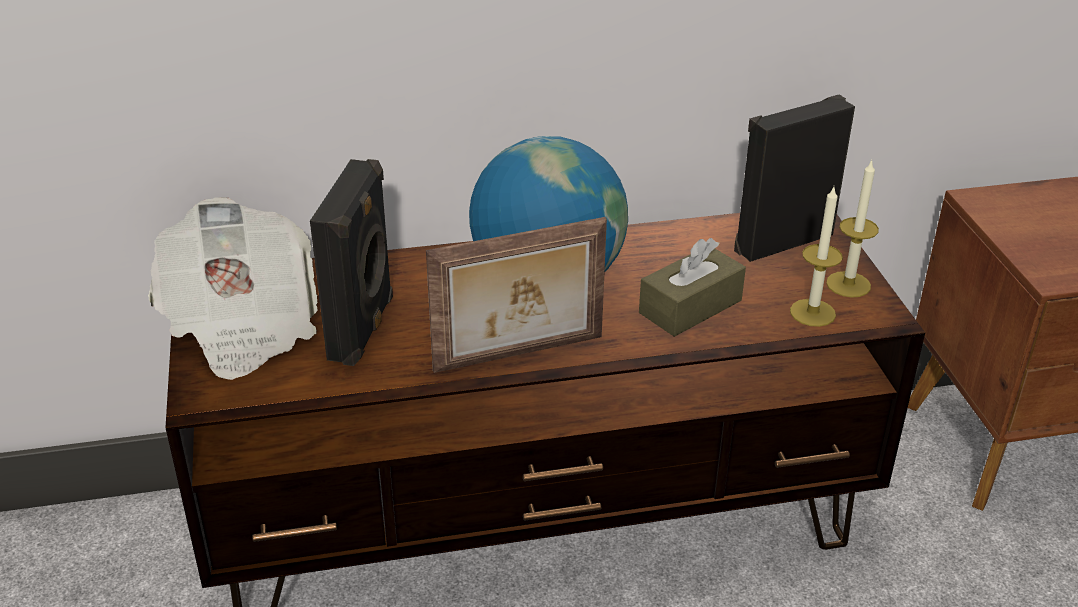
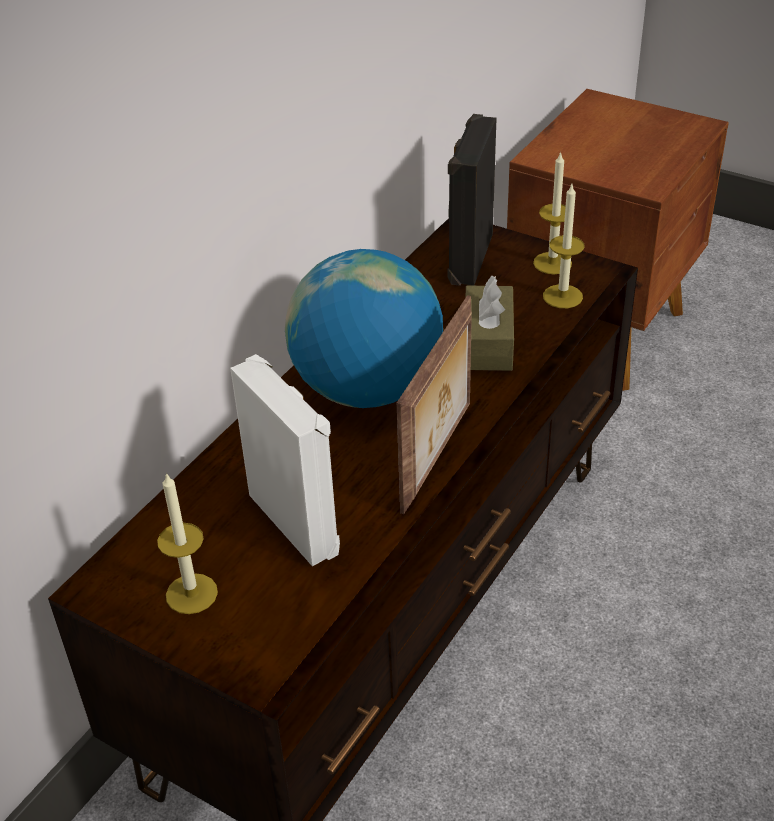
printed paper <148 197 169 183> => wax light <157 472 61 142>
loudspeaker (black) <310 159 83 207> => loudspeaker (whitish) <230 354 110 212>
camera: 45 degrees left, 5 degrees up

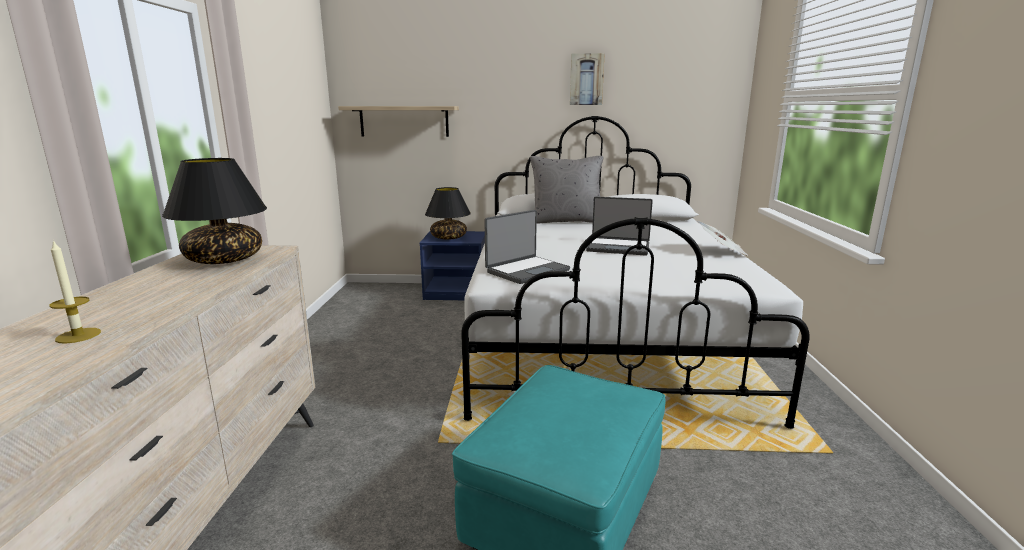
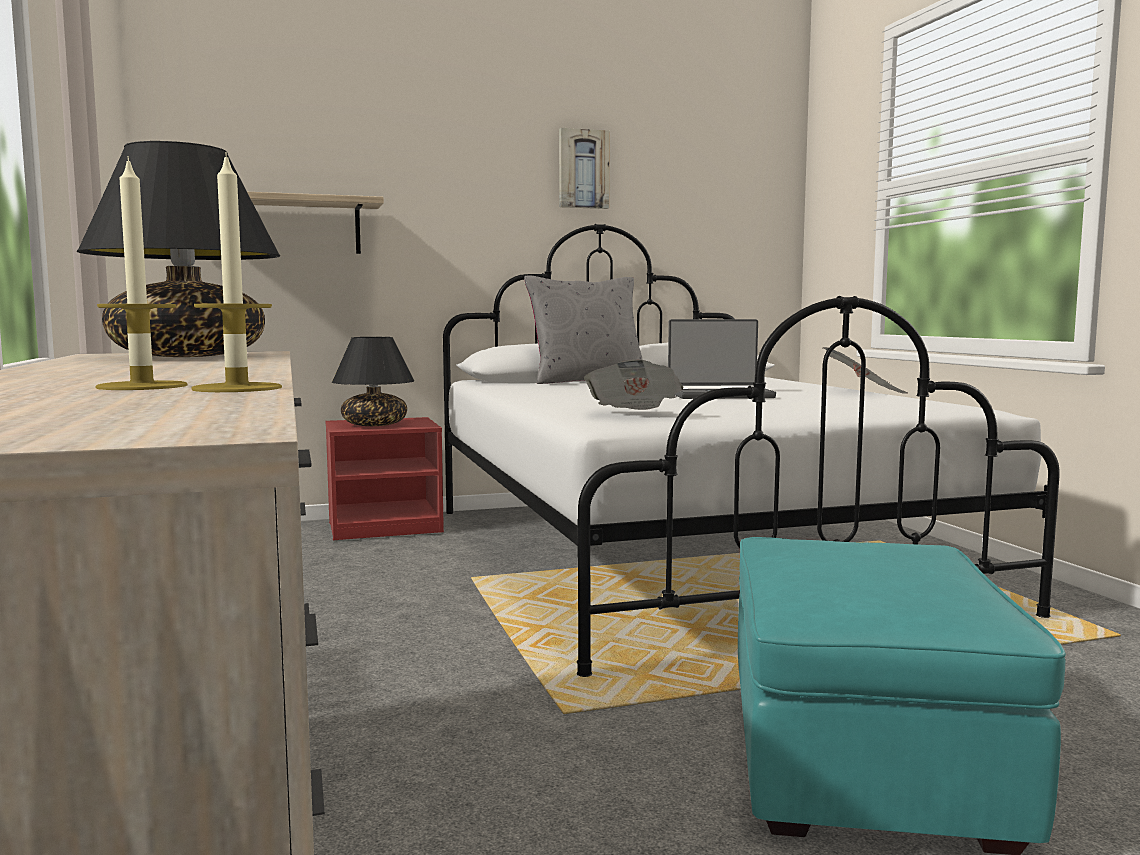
nightstand (bluish) <420 231 65 69> => nightstand (red) <325 417 119 123>
notebook computer <484 210 86 74> => printed paper <584 359 100 51>
nothing => wax light <191 152 91 240>
camera: 20 degrees left, 10 degrees down

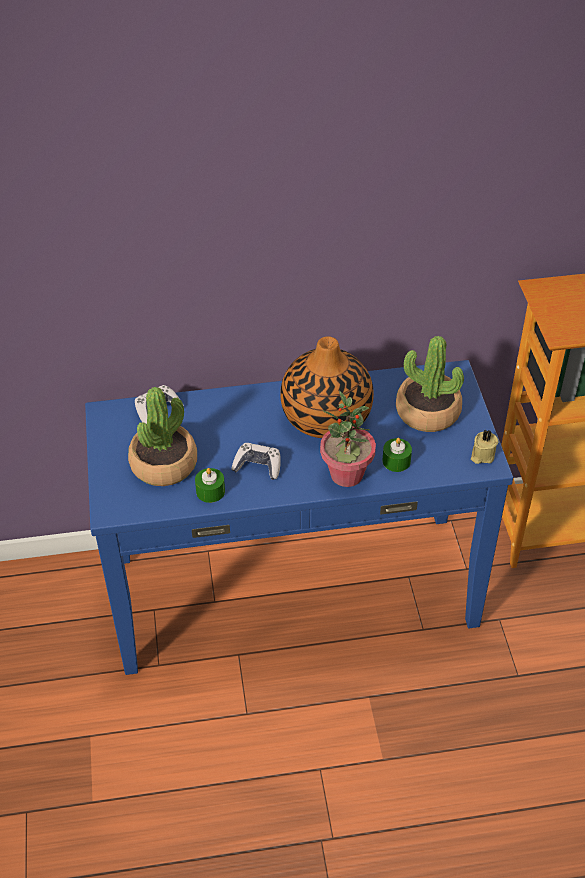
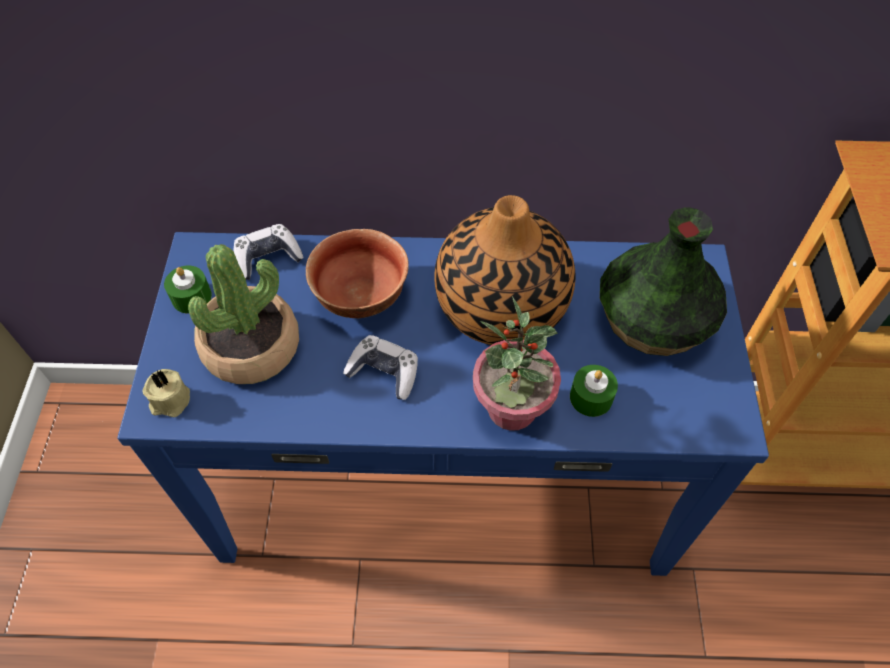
wax light (greenish) <195 468 30 35> => wax light (greenish) <164 266 48 47>, relocated
houseplant <396 336 68 96> => vase <600 207 127 149>
wax light (sand-coloured) <471 430 27 34> => wax light (sand-coloured) <142 369 48 48>, relocated
nothing => bowl <306 229 103 89>
camera: 10 degrees right, 10 degrees up

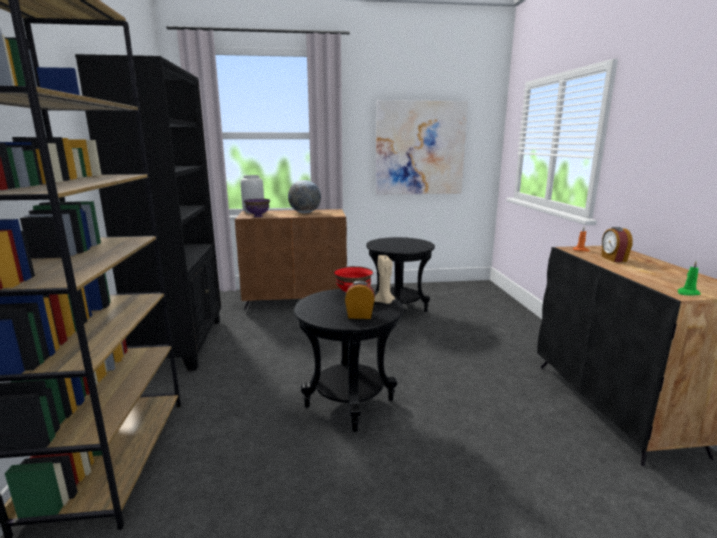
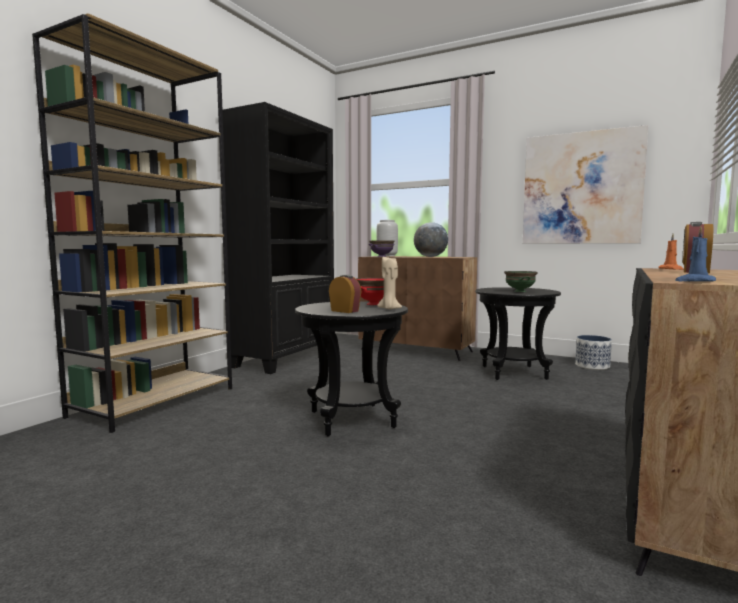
wax light (greenish) <678 261 23 34> => wax light (bluish) <675 226 41 56>
nothing => bowl (greenish) <504 271 34 21>
nothing => planter <575 335 37 35>
camera: 35 degrees right, 10 degrees down

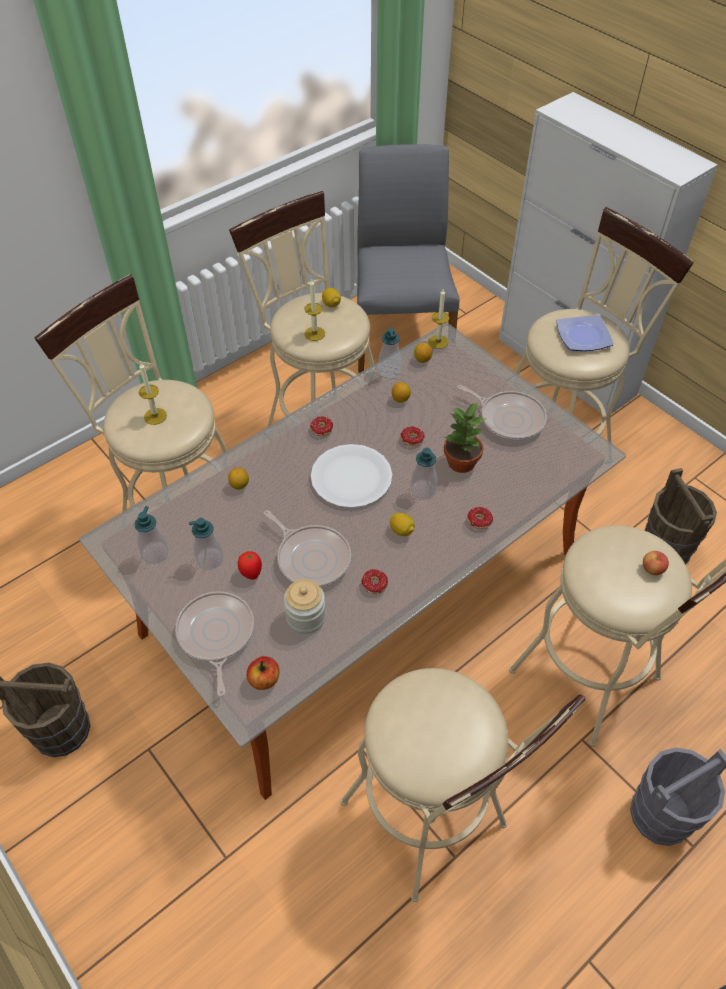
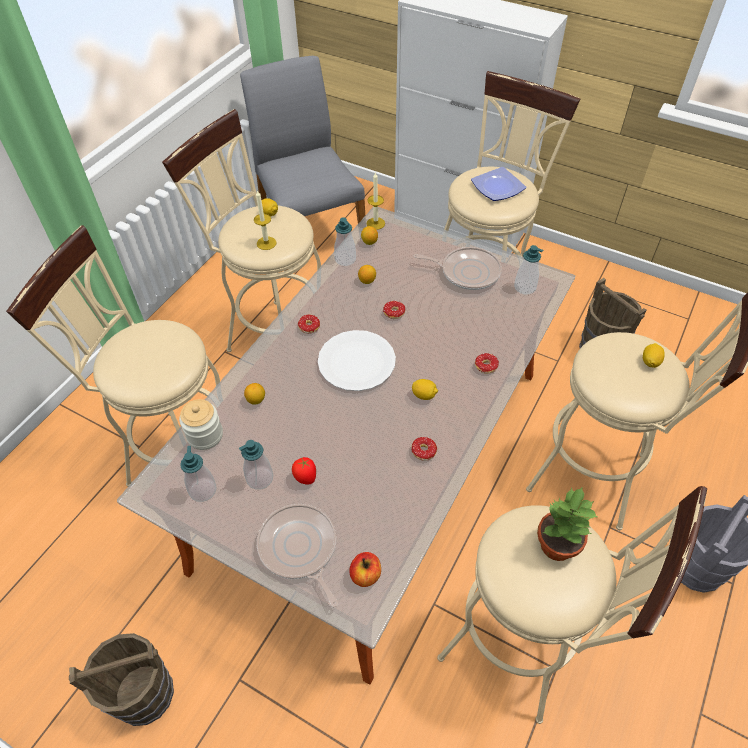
wax light <139 363 28 62> => nothing
frying pan <263 510 88 77> => nothing
preserve jar <284 579 42 55> => preserve jar <179 399 44 51>, relocated
soap dispenser <411 448 26 51> => soap dispenser <514 245 29 50>, relocated
houseplant <444 402 42 71> => houseplant <537 486 60 75>, relocated
whole apple <643 551 26 24> => lemon <643 343 22 25>
camera: 20 degrees left, 0 degrees up

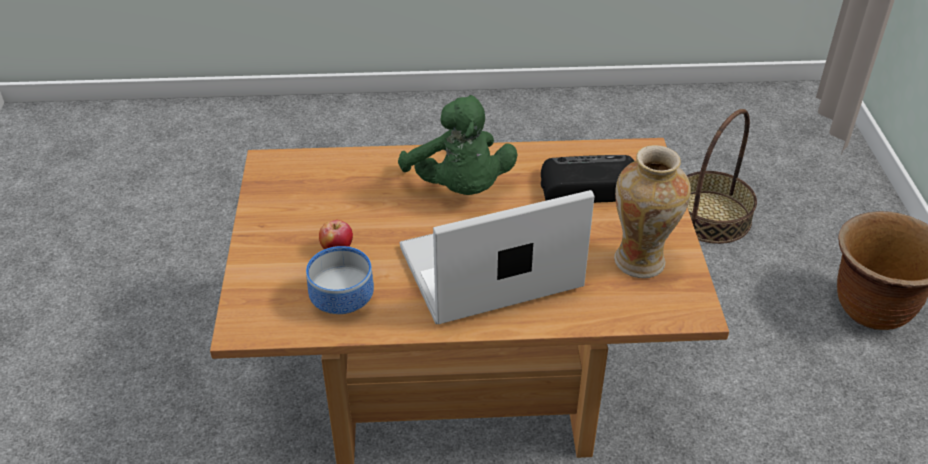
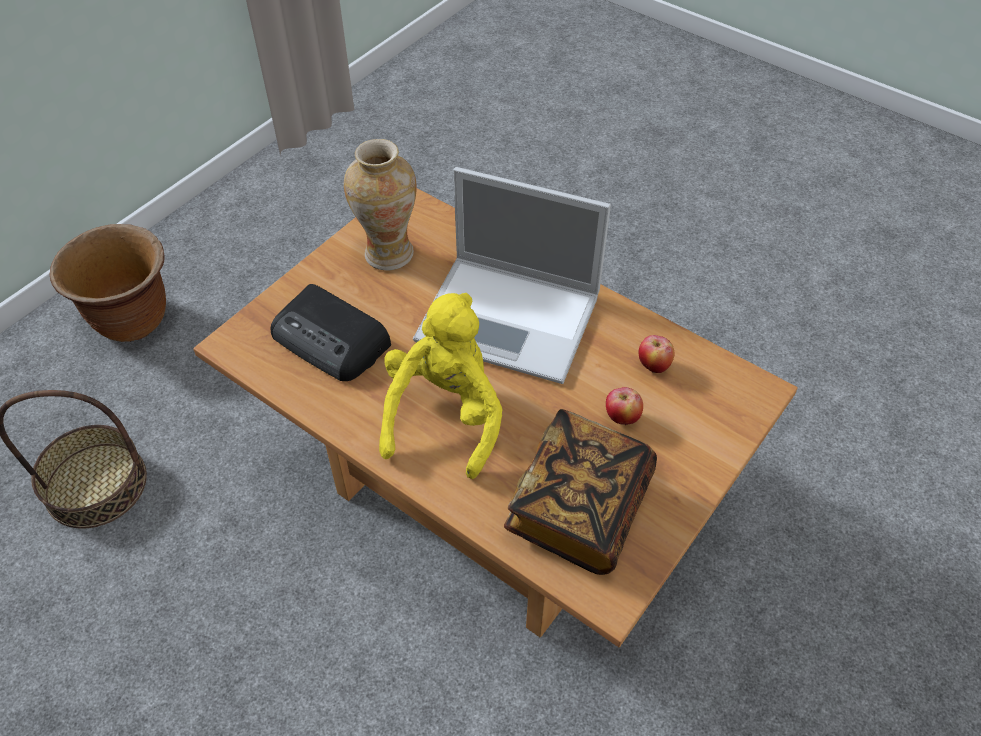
bowl <306 246 68 68> => whole apple <639 335 36 38>
soft toy (greenish) <398 95 120 100> => soft toy (yellowish) <379 293 124 186>
nothing => volume <504 409 153 166>
camera: 140 degrees left, 10 degrees up

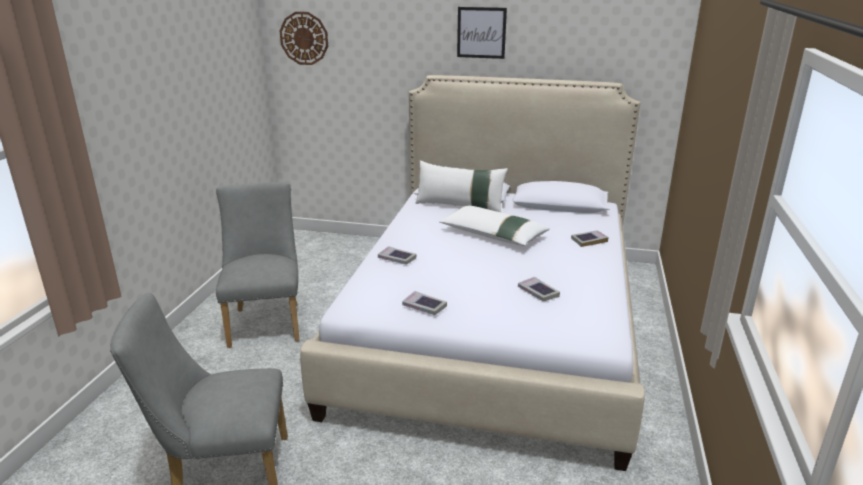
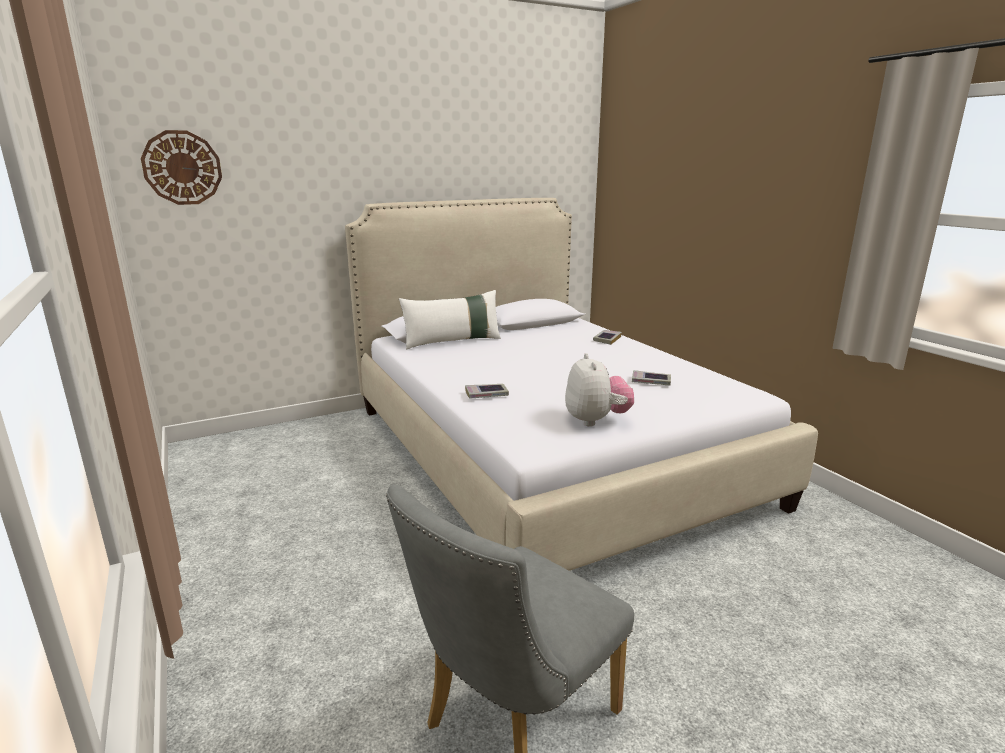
chair (greyish) <216 182 83 166> => nothing
volume <402 291 45 24> => soft toy <565 353 69 74>
cushion (whitish) <439 206 111 40> => nothing
wall art <457 7 50 52> => nothing
camera: 40 degrees left, 5 degrees down

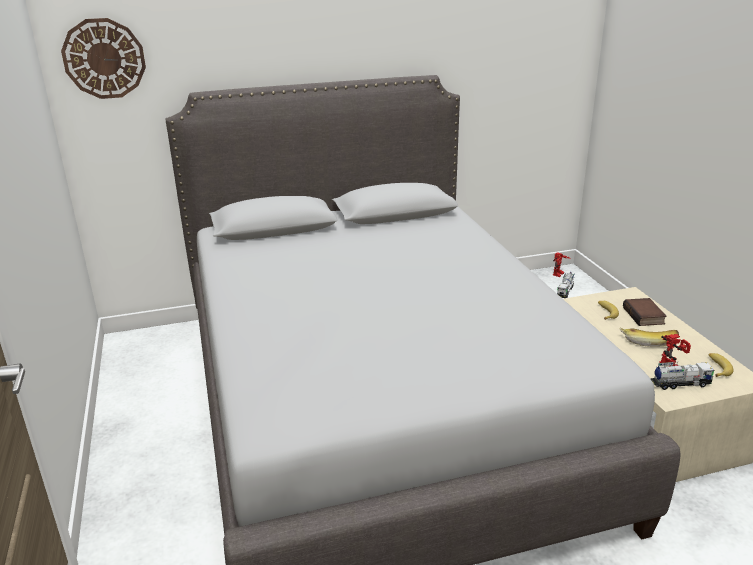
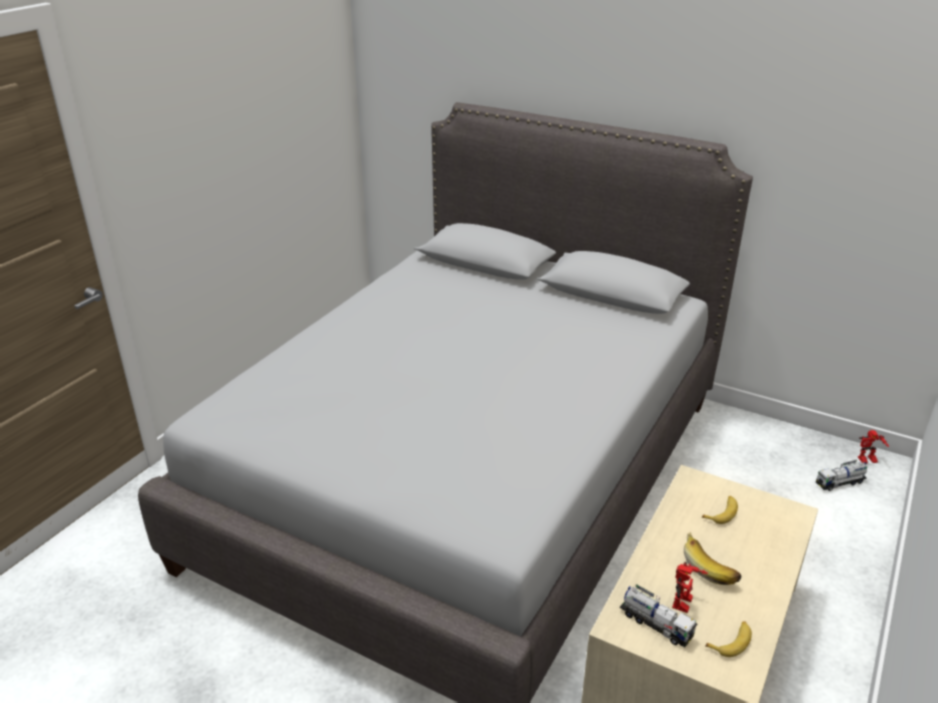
hanging clock <61 18 85 81> => nothing
volume <623 298 44 28> => nothing
camera: 45 degrees right, 5 degrees up

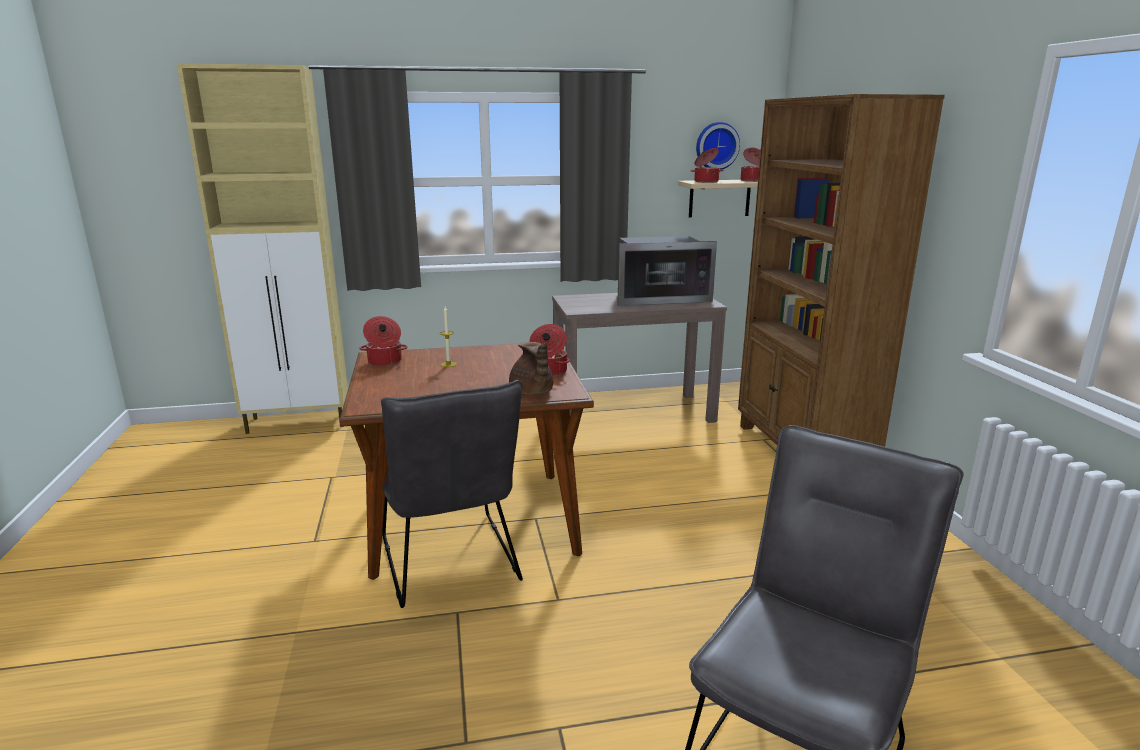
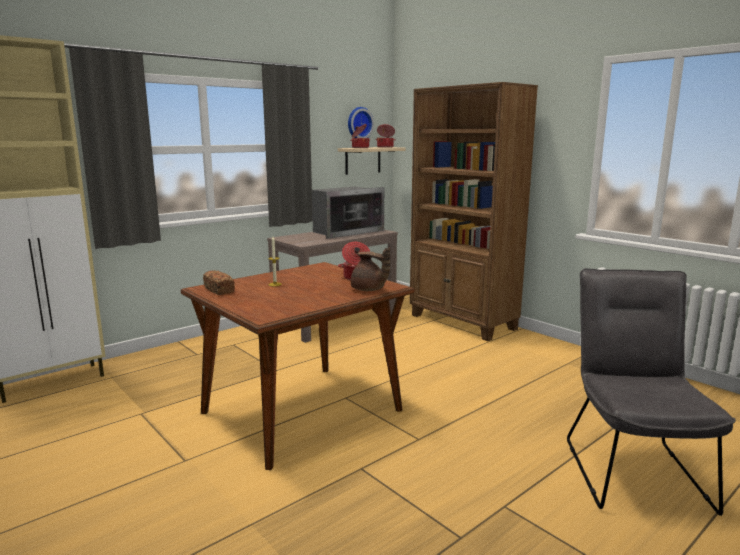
saucepot <359 316 49 50> => baked bread <203 270 32 25>
chair (greyish) <381 380 142 228> => nothing
camera: 30 degrees left, 5 degrees down

